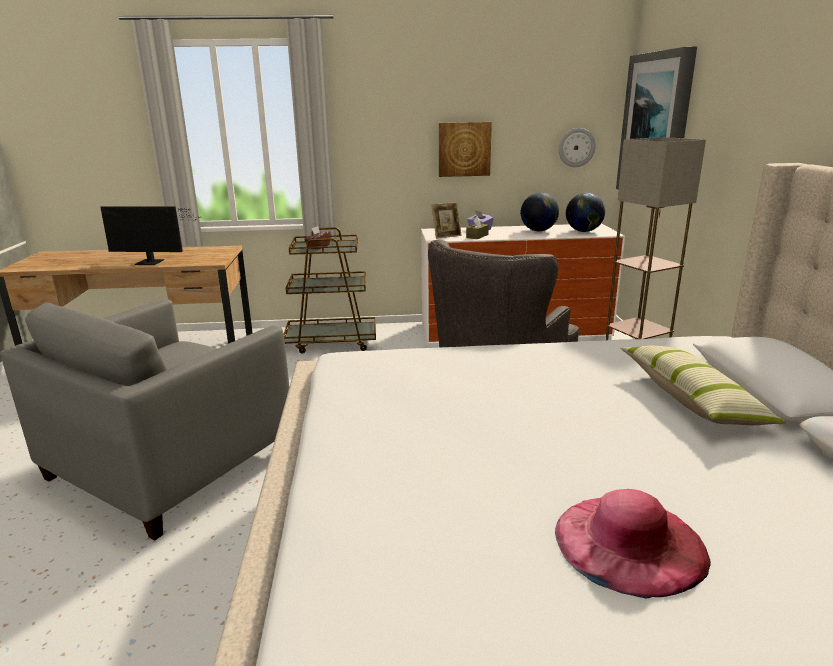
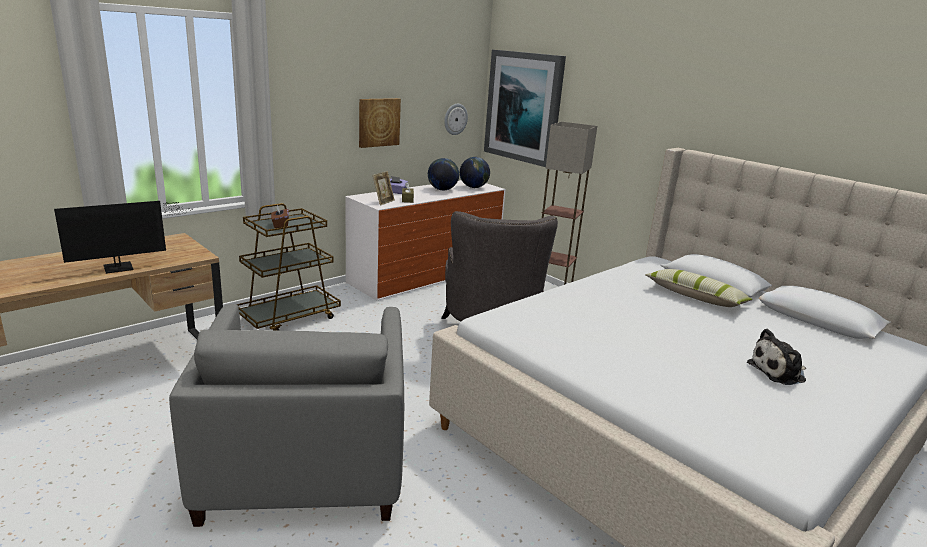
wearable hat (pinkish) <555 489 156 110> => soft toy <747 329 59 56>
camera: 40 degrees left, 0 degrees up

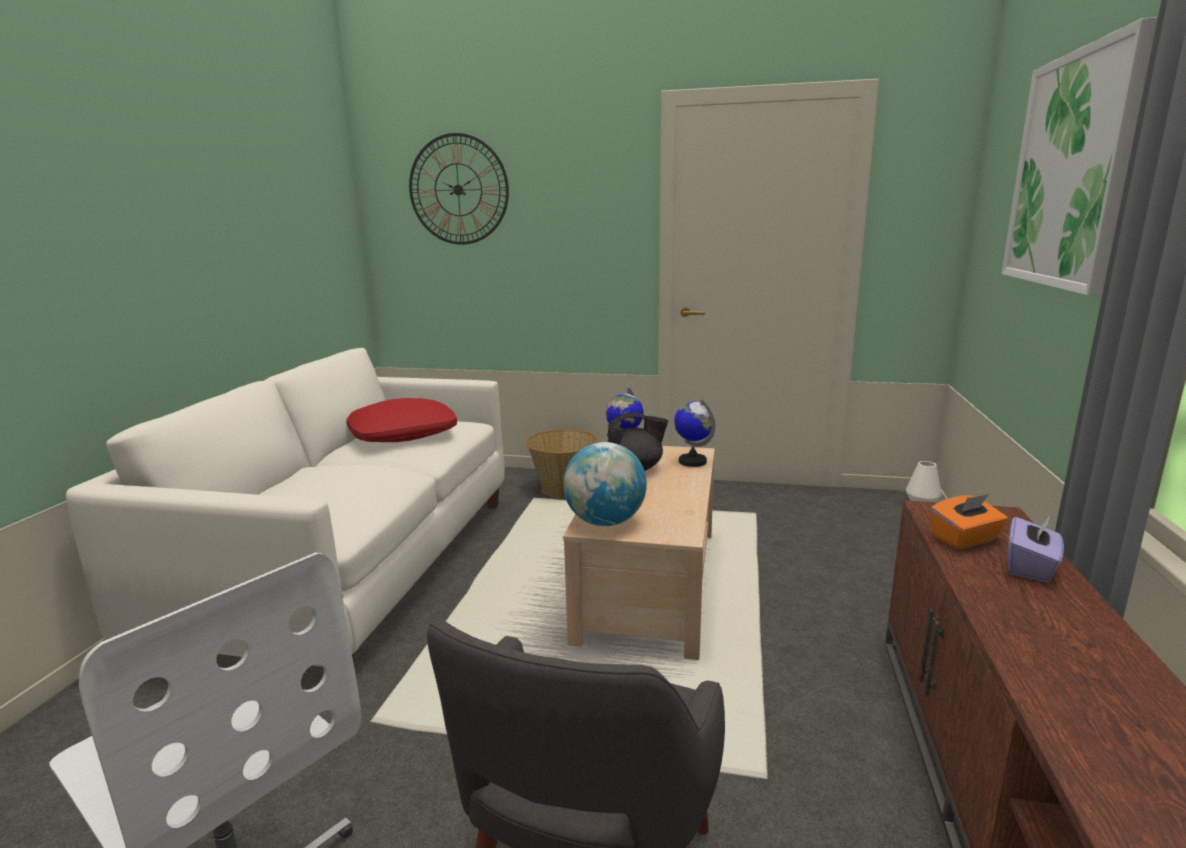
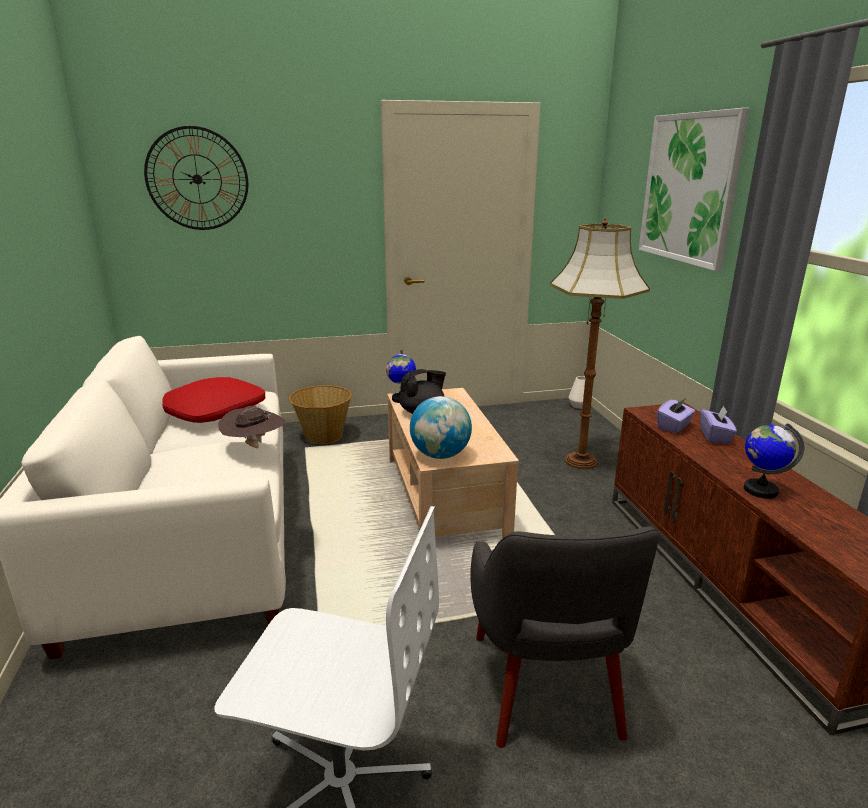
desk globe <674 399 41 68> => desk globe <744 423 60 76>, relocated
box of tissues (orange) <930 494 78 55> => box of tissues (purplish) <657 398 38 35>
nothing => wearable hat (brown-coloured) <218 406 68 42>
nothing => standing lamp <550 217 100 252>
camera: 25 degrees left, 5 degrees up

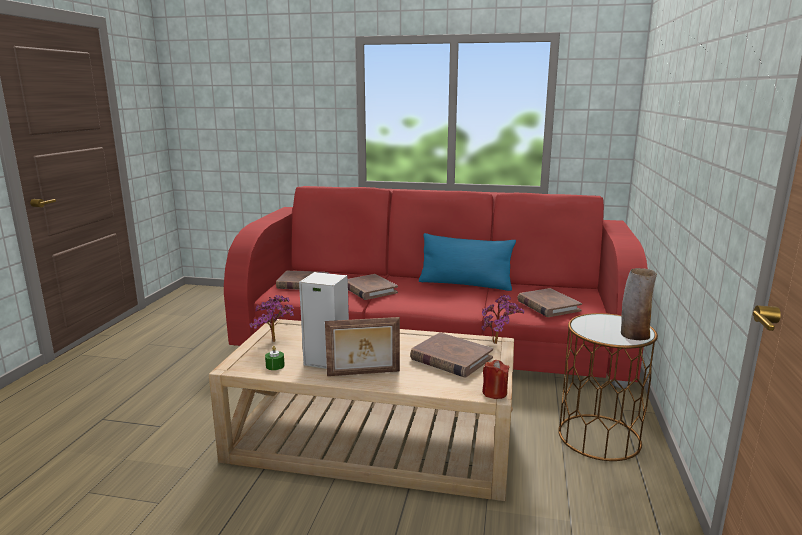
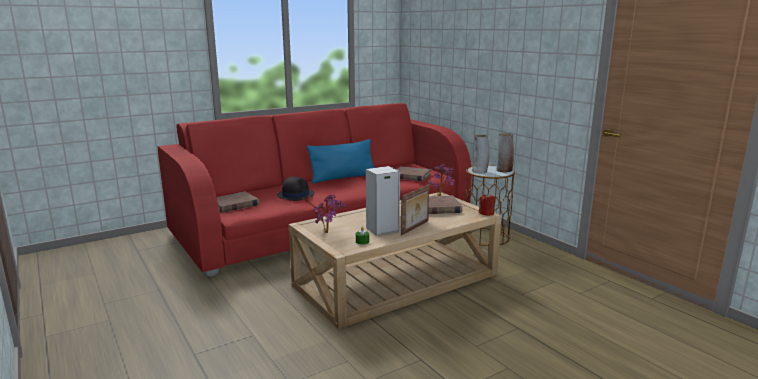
volume (brown-coloured) <348 274 50 26> => wearable hat (black) <277 176 37 25>
nothing => vase <472 135 18 38>
camera: 45 degrees left, 0 degrees up

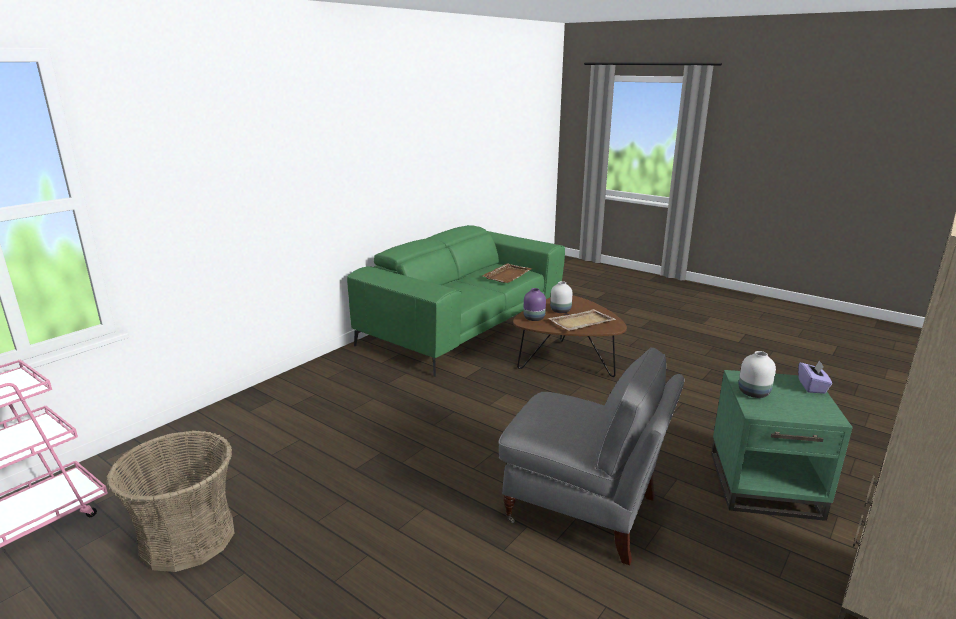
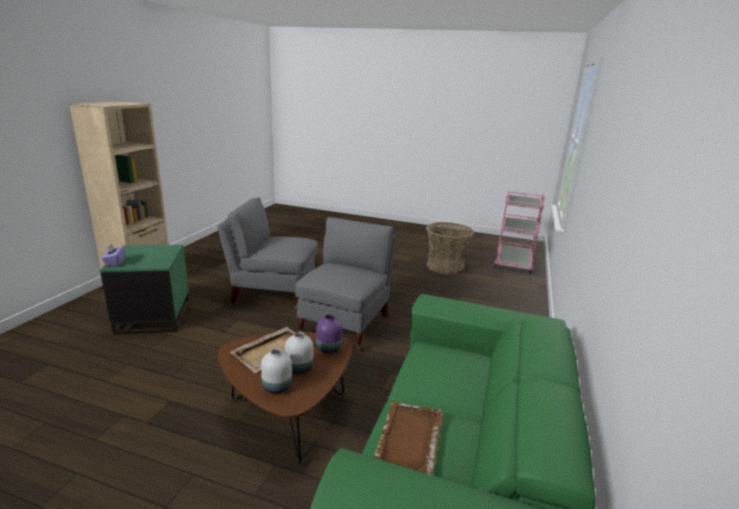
vase (whitish) <739 351 37 47> => vase (whitish) <261 348 31 46>, relocated
nothing => lounge chair (greyish) <295 217 101 133>
camera: 160 degrees right, 0 degrees up

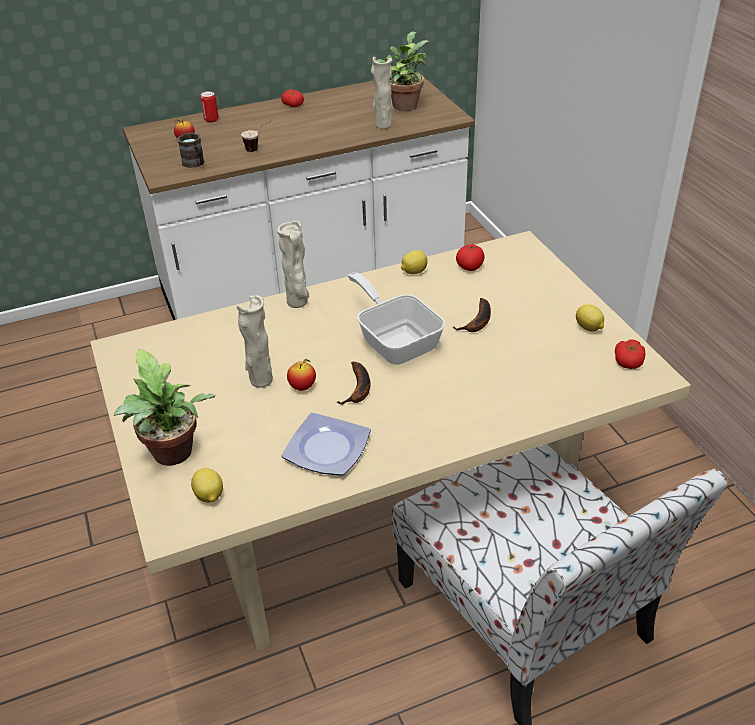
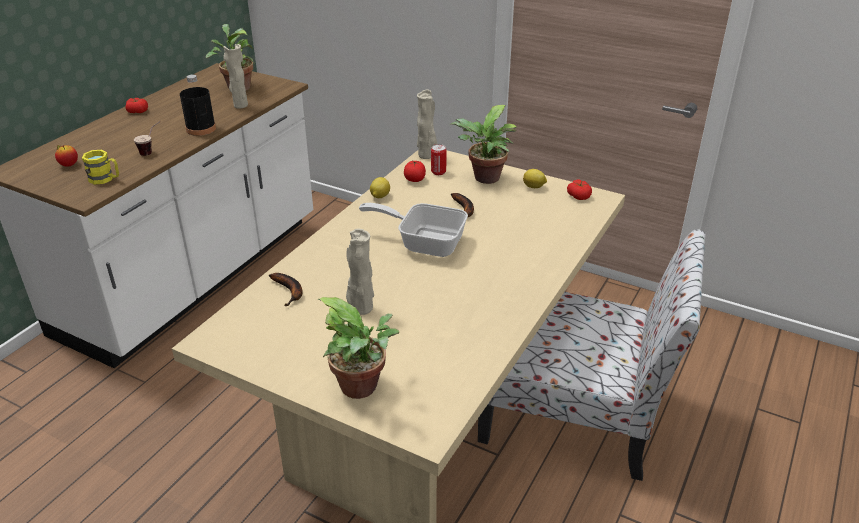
mug (brown-coloured) <177 133 28 35> => mug (yellowish) <82 150 37 35>
lemon <191 468 32 35> => nothing
can <200 91 19 32> => can <431 144 16 31>, relocated
vase (sand-coloured) <277 221 32 87> => vase (sand-coloured) <417 90 21 69>, relocated
plate <282 413 89 63> => nothing
whole apple <287 359 29 32> => nothing
banana <337 362 34 43> => banana <269 273 34 33>, relocated
nothing => bottle (black) <180 75 36 61>
nothing => houseplant <449 105 68 79>
camera: 40 degrees left, 5 degrees down

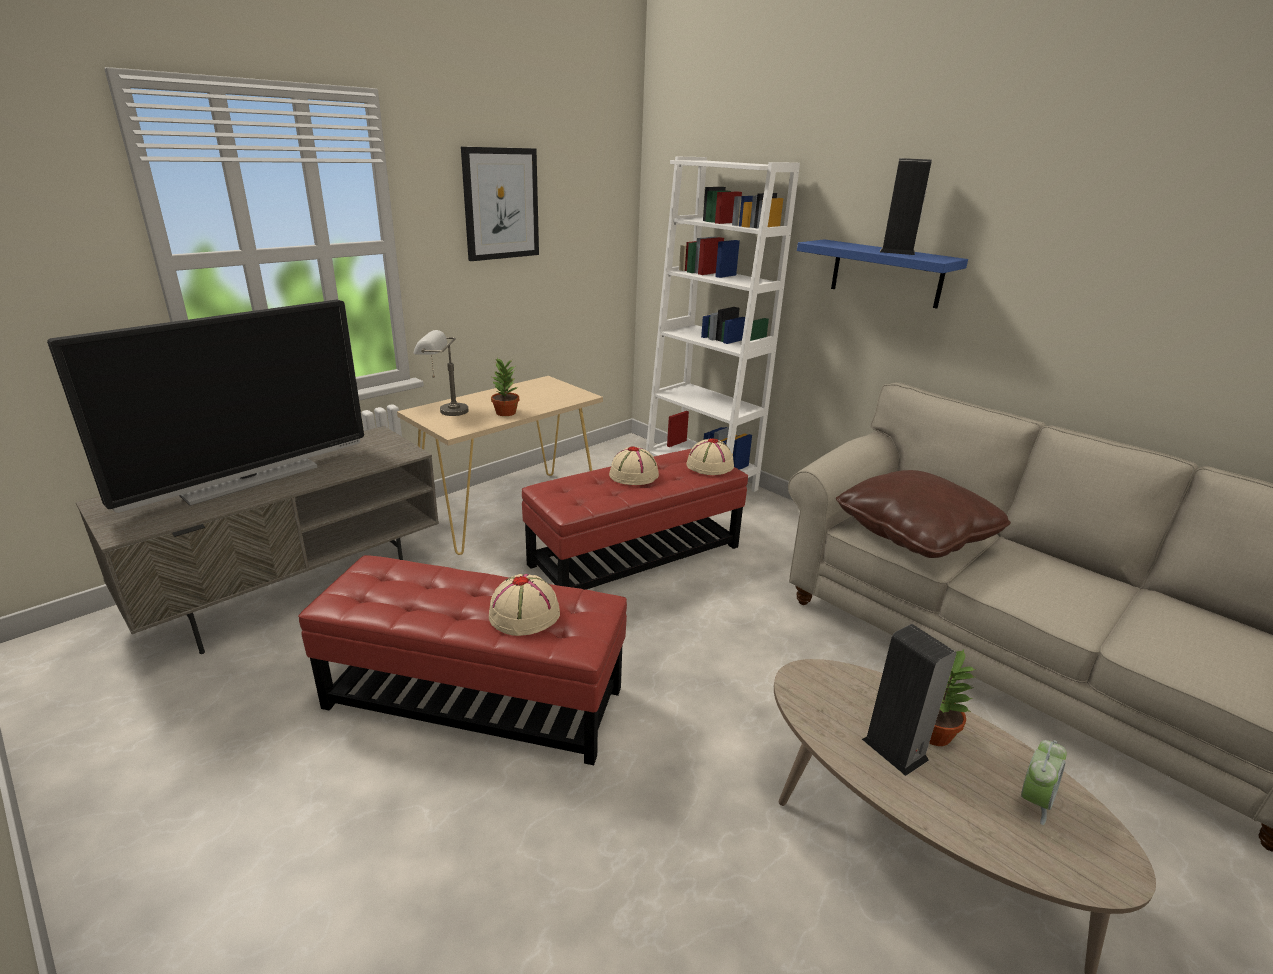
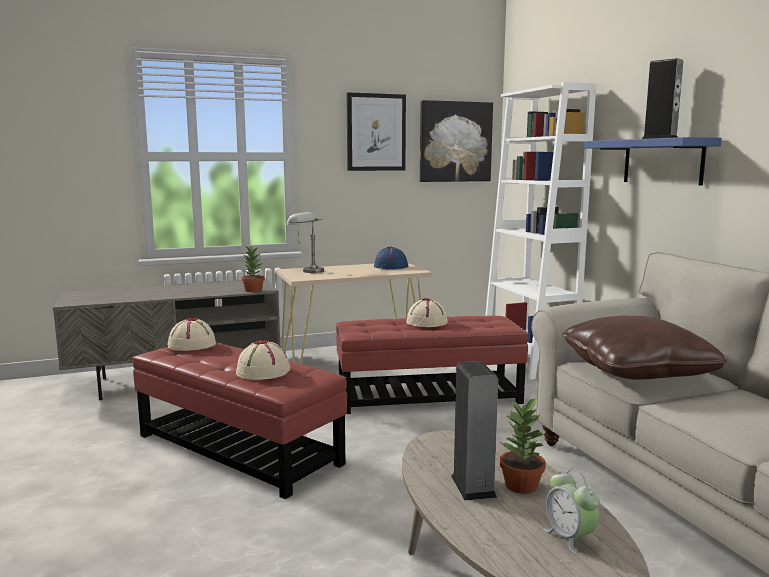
TV <47 299 317 214> => nothing
houseplant <491 358 28 58> => houseplant <242 246 22 46>, relocated
wearable hat (sand-coloured) <686 438 48 37> => wearable hat (sand-coloured) <167 318 49 33>, relocated
table clock <1021 740 46 85> => table clock <544 469 56 86>, 90 degrees clockwise
nothing => wearable hat (bluish) <374 246 34 23>
nothing => wall art <420 100 73 82>
camera: 25 degrees right, 15 degrees down

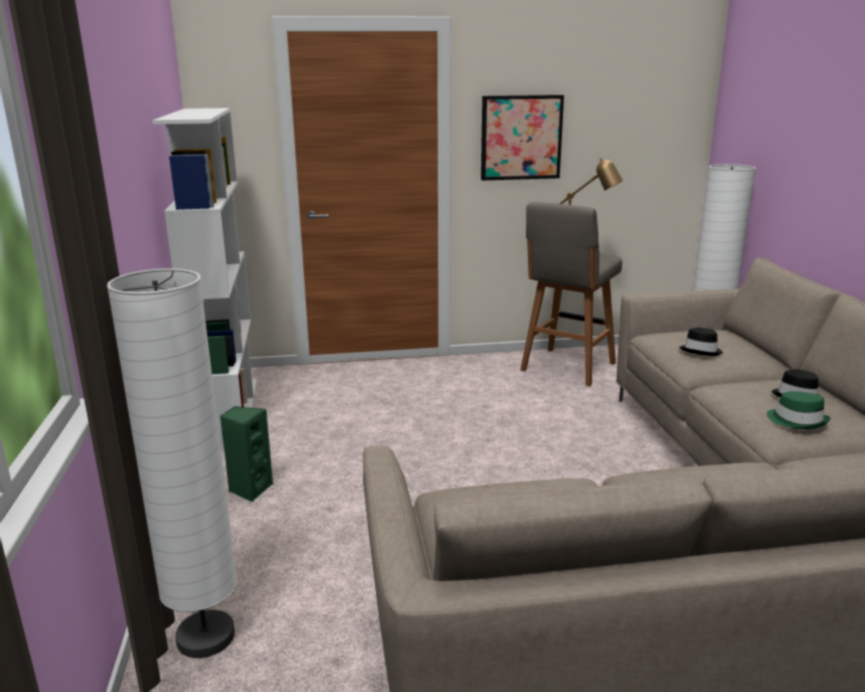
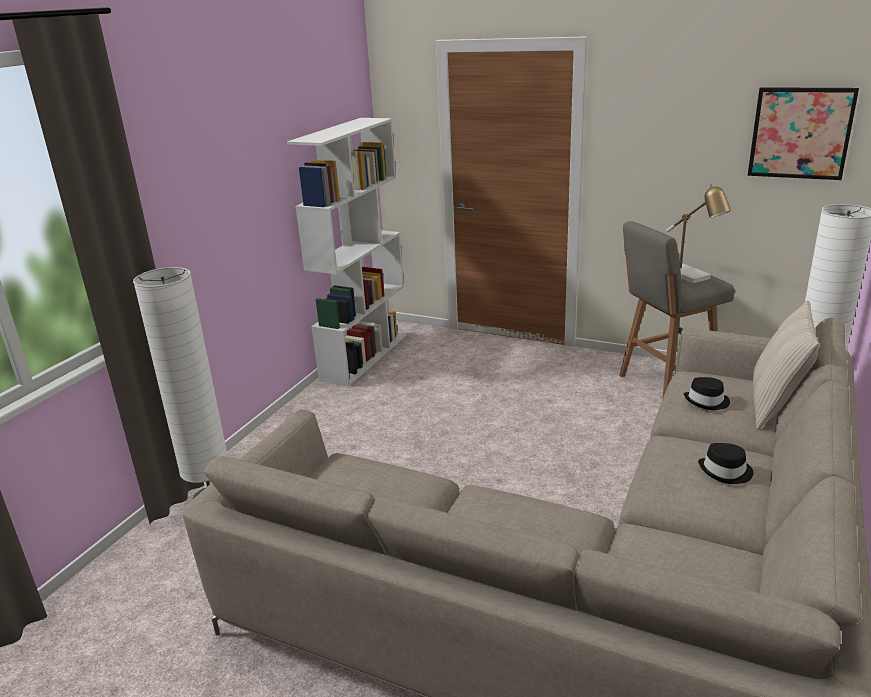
loudspeaker (greenish) <220 406 54 96> => nothing
wall art <481 95 83 86> => wall art <748 87 111 93>, relocated
wearable hat (greenish) <767 391 63 38> => nothing
nothing => cushion (sand-coloured) <753 300 66 129>
camera: 35 degrees right, 5 degrees up

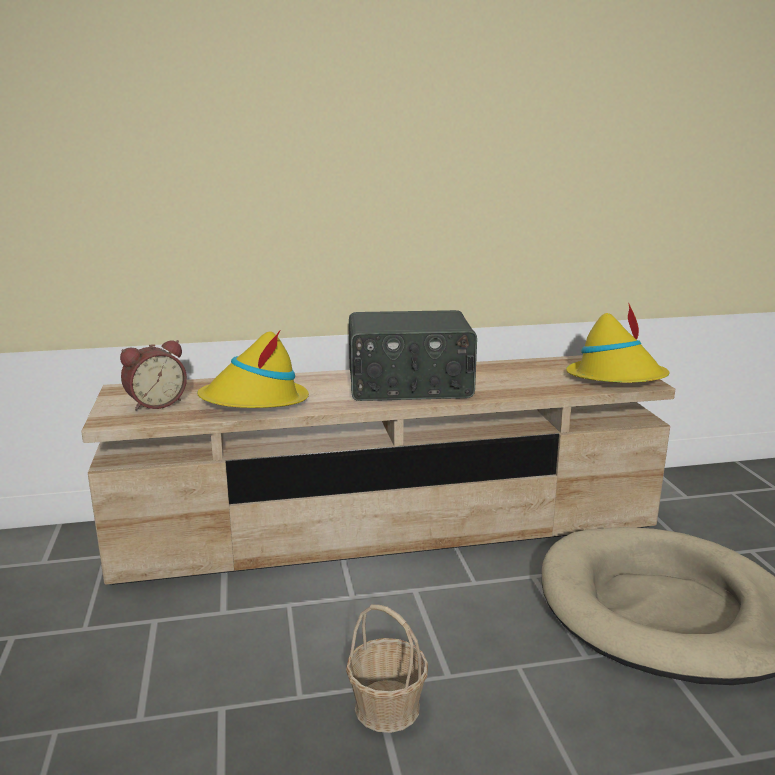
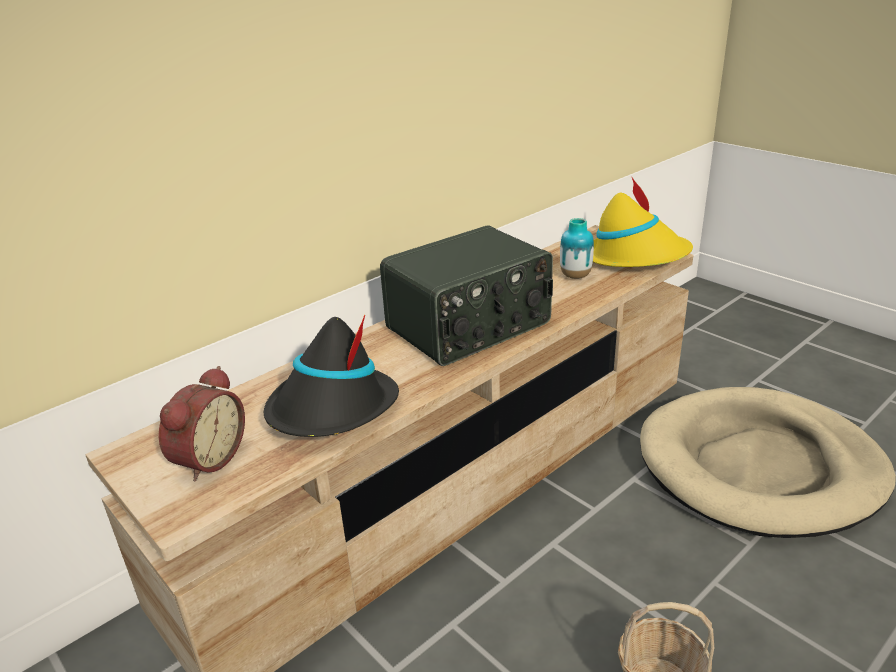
wearable hat (yellowish) <197 330 112 78> => wearable hat (black) <264 315 135 122>
nothing => vase <560 218 34 61>
camera: 30 degrees left, 10 degrees up

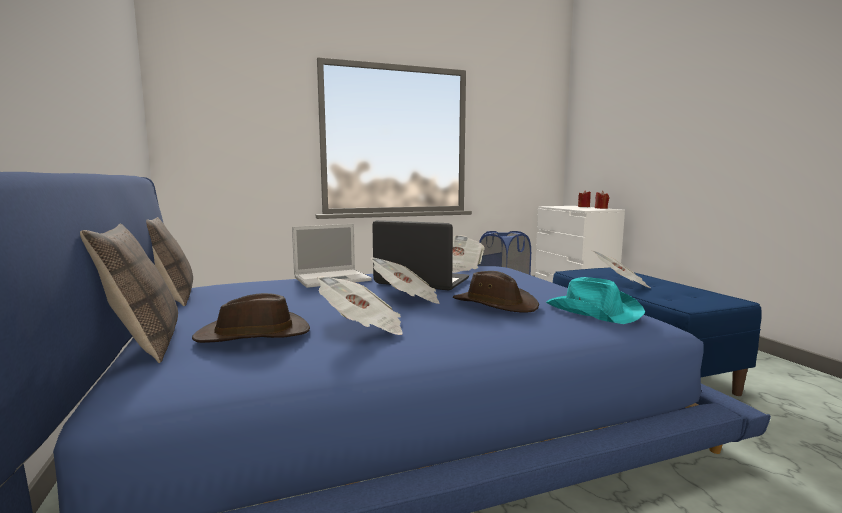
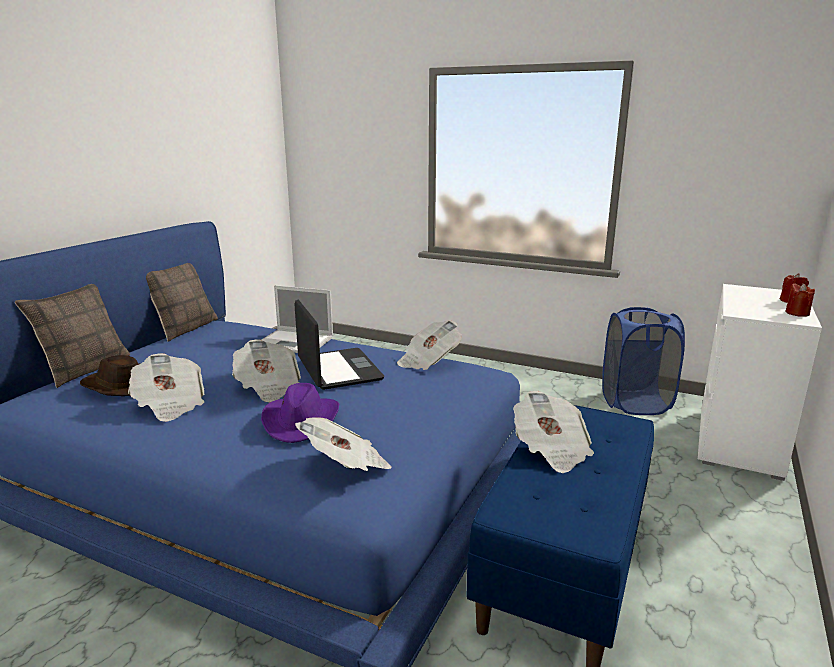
wearable hat (brown-coloured) <453 271 86 41> => wearable hat (purplish) <261 383 78 60>
wearable hat (turquoise-coloured) <546 277 99 47> => printed paper <295 417 97 54>
camera: 45 degrees right, 10 degrees up

